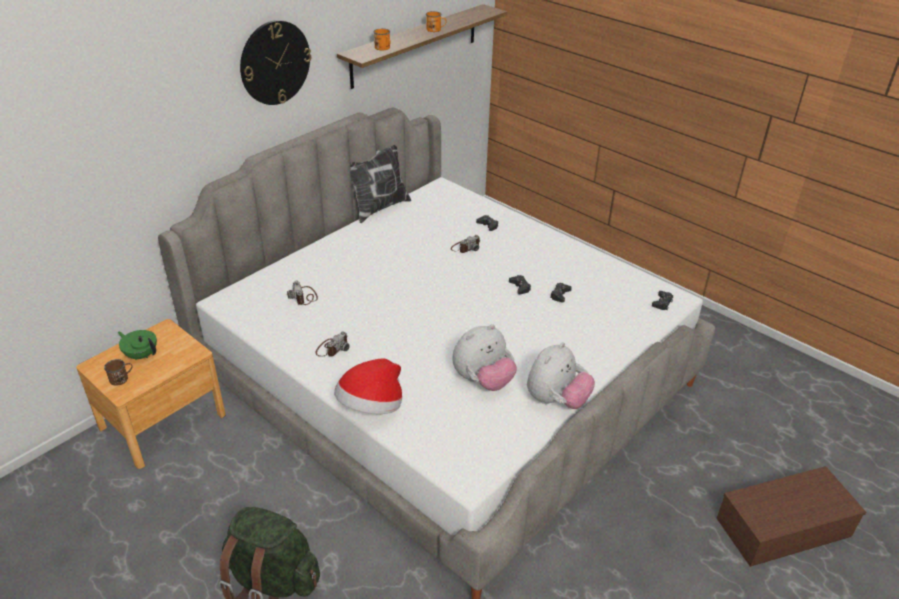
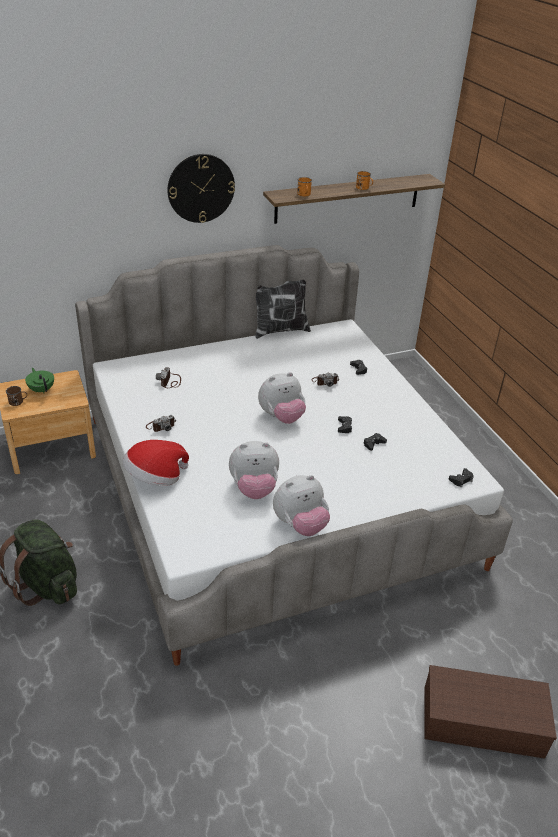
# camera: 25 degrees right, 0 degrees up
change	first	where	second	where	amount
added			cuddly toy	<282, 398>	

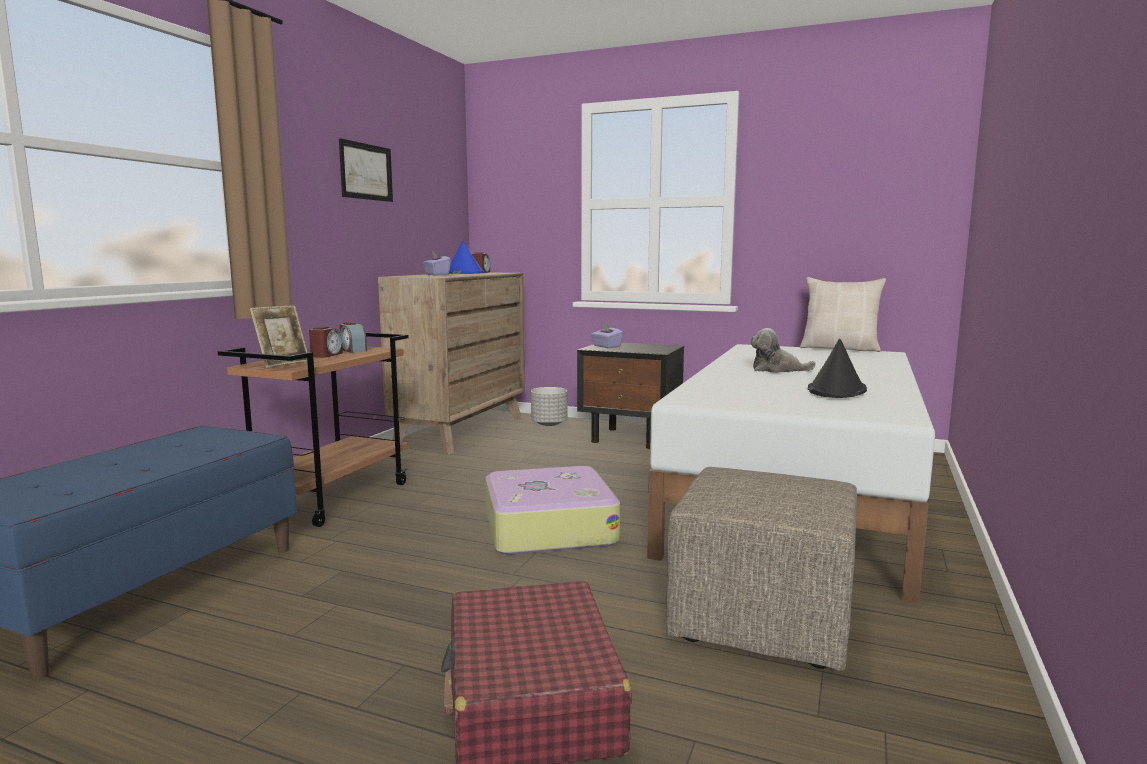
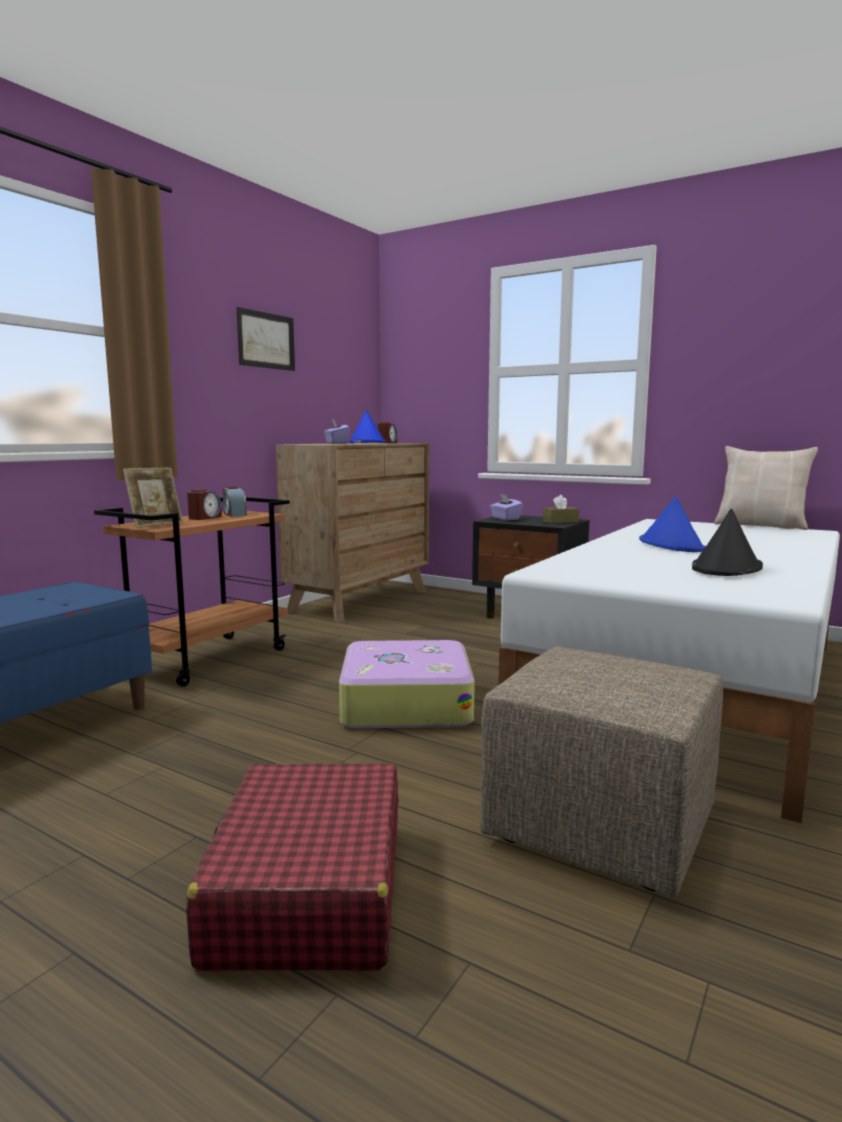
# camera: 10 degrees right, 0 degrees up
change	first	where	second	where	amount
removed	plant pot in grey	<549, 406>			
replaced	cuddly toy	<783, 350>	wearable hat in blue	<672, 524>	
added			tissue box in brown-coloured	<561, 509>	

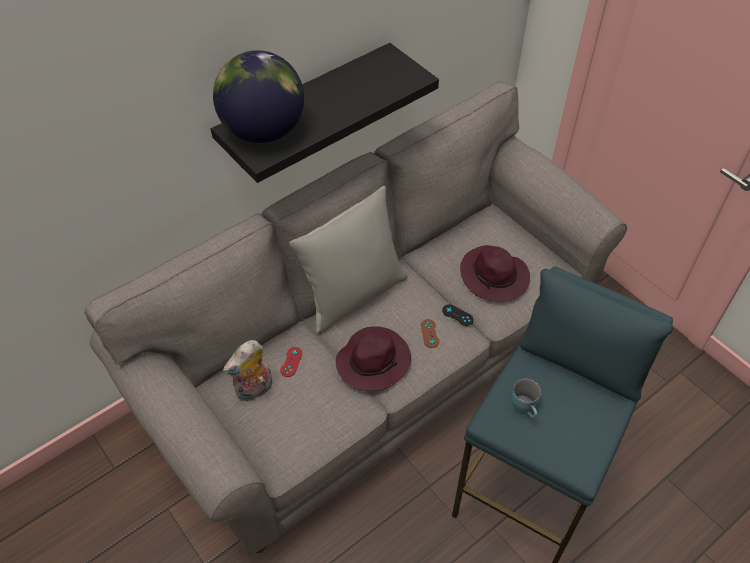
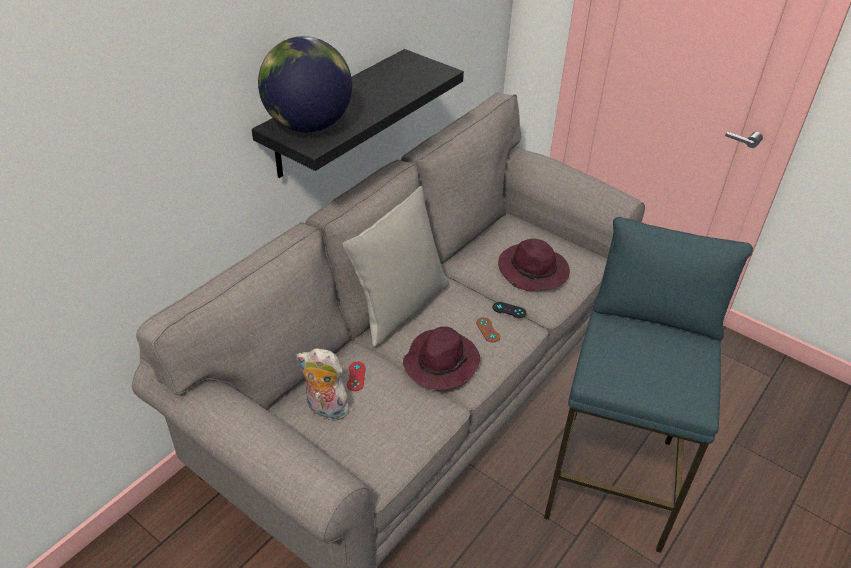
# camera: 15 degrees left, 10 degrees down
change	first	where	second	where	amount
turned	cuddly toy	<248, 370>		<324, 384>	75 degrees clockwise
removed	mug in blue	<526, 398>			

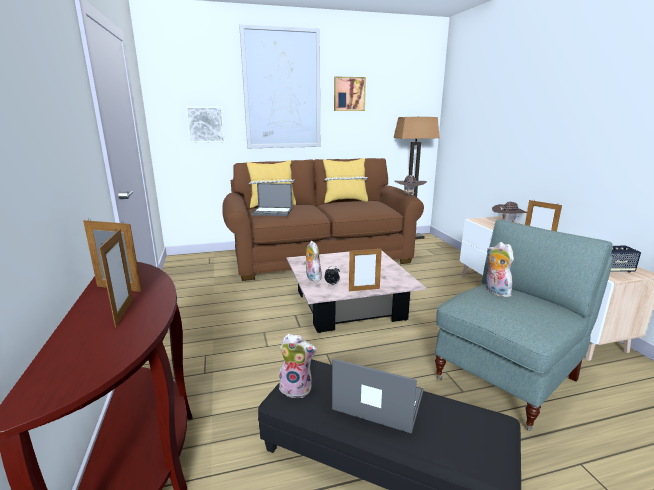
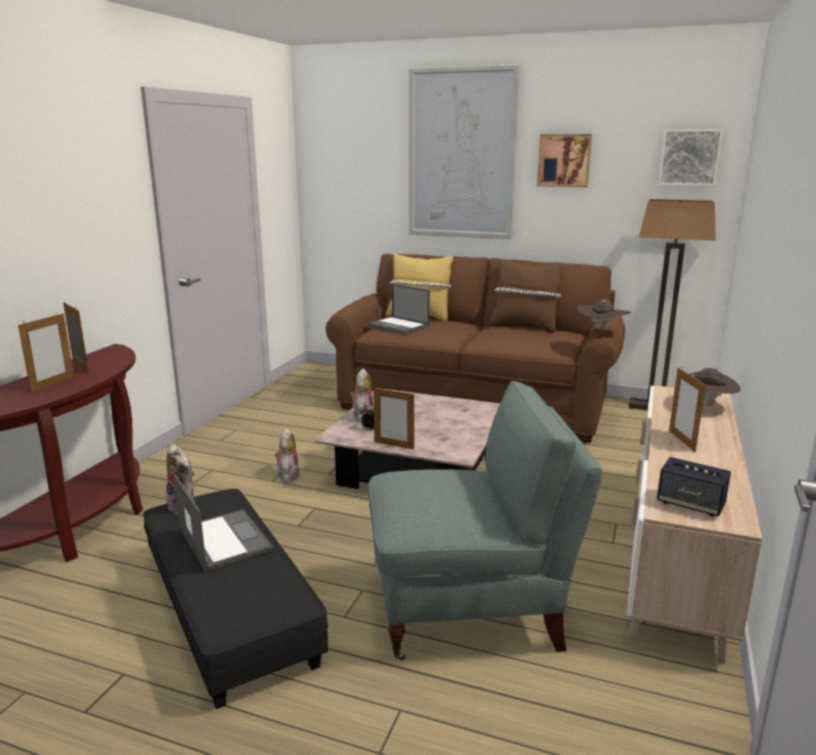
# camera: 35 degrees right, 0 degrees up
change	first	where	second	where	amount
moved	wall picture	<205, 125>		<690, 157>	
recoloured	throw pillow in yellow-coloured	<345, 180>	throw pillow in brown-coloured	<526, 296>	
moved	cuddly toy	<499, 269>		<287, 455>	

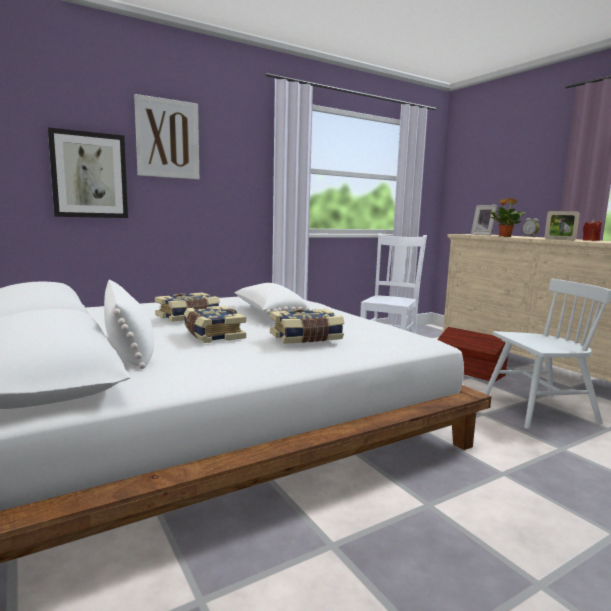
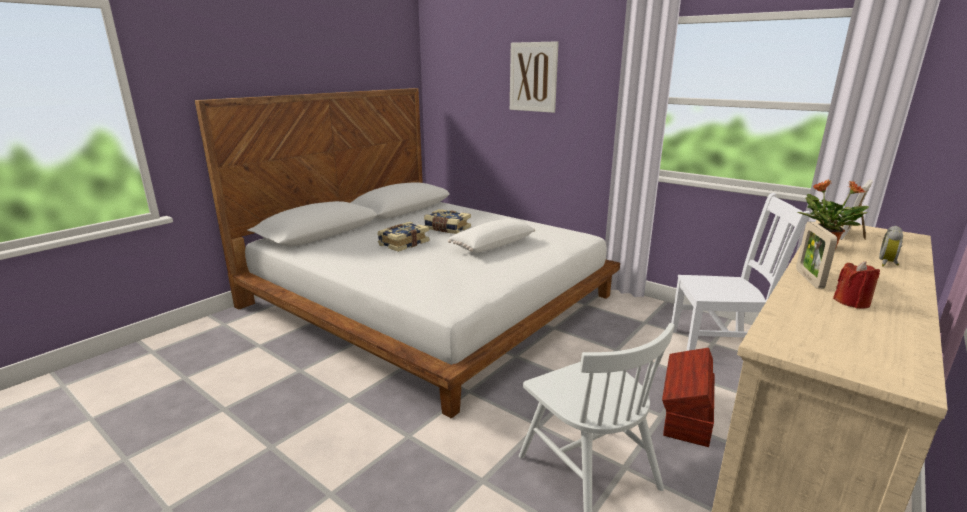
# camera: 70 degrees right, 10 degrees up
change	first	where	second	where	amount
removed	wall picture	<88, 172>			
removed	throw pillow in white-coloured	<129, 324>			
removed	book	<307, 326>			

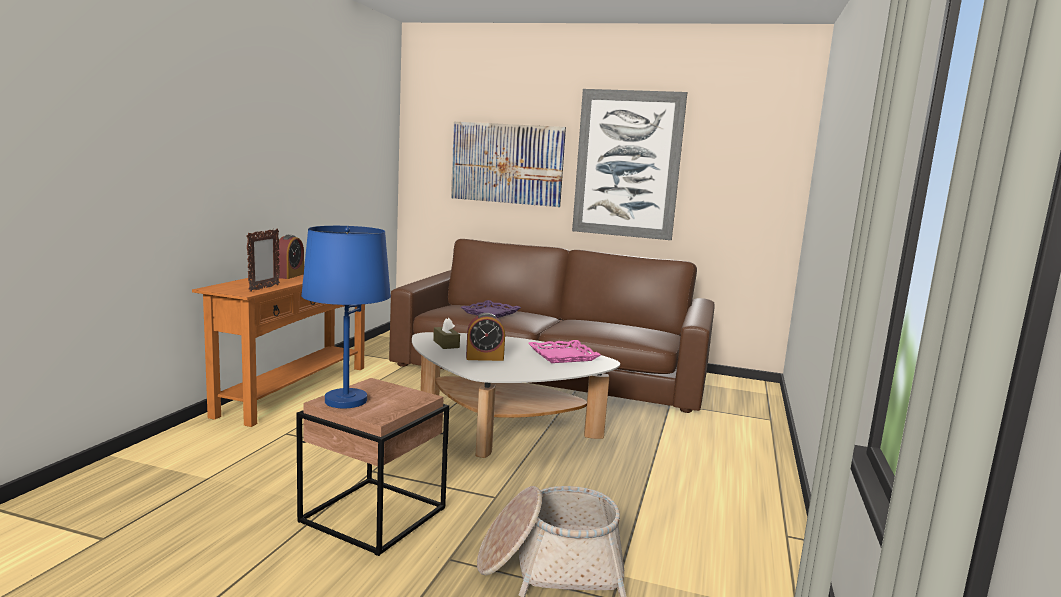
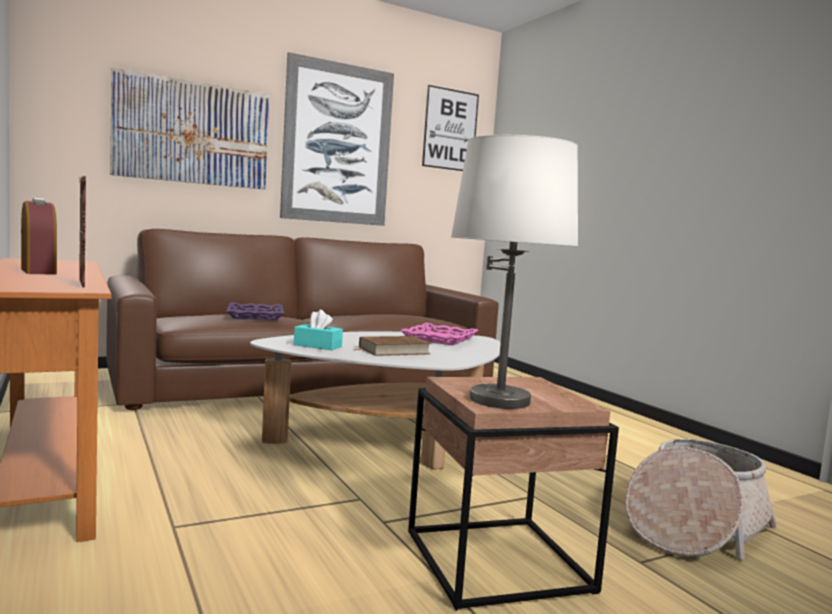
# camera: 45 degrees left, 5 degrees down
change	first	where	second	where	amount
recoloured	table lamp in blue	<346, 317>	table lamp in white-coloured	<514, 272>	
recoloured	tissue box in brown-coloured	<446, 333>	tissue box in blue-green	<318, 330>	
replaced	bedside clock	<485, 337>	book in brown-coloured	<391, 346>	
added			wall picture	<450, 128>	

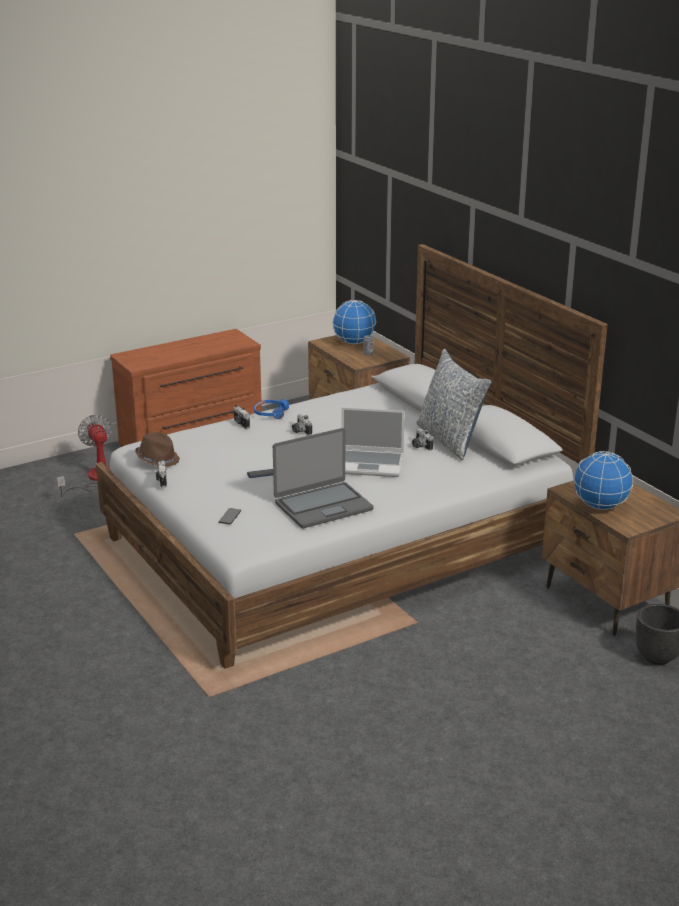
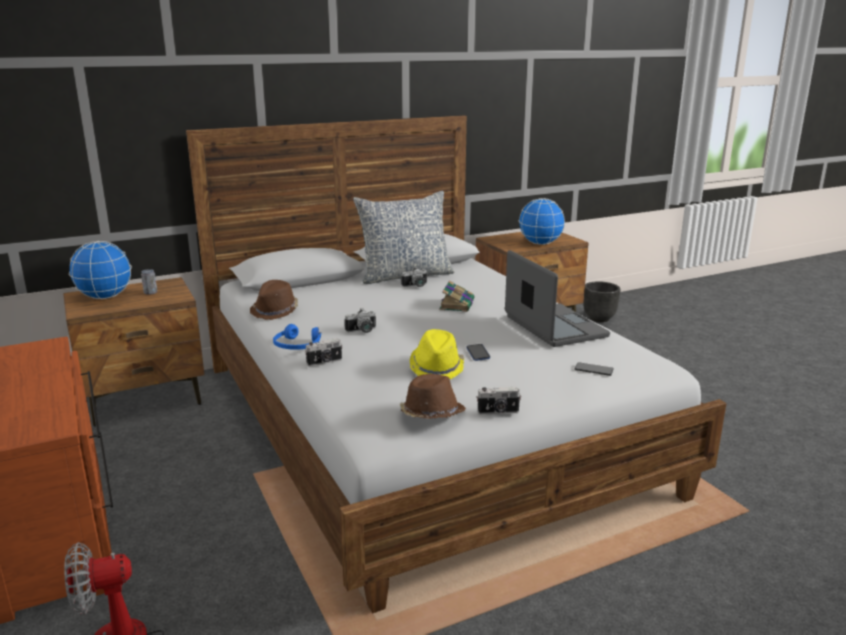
# camera: 85 degrees left, 5 degrees down
change	first	where	second	where	amount
replaced	notebook computer	<373, 442>	book	<456, 296>	
added			wearable hat in brown-coloured	<274, 300>	
added			wearable hat in yellow-coloured	<437, 354>	

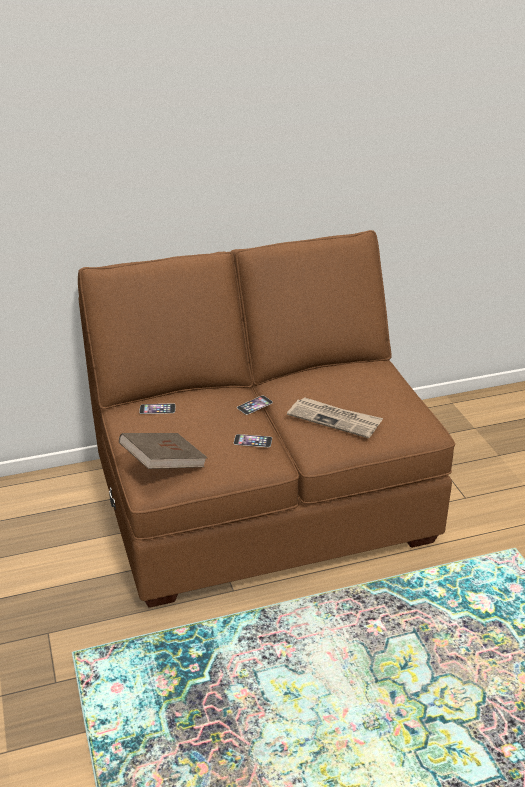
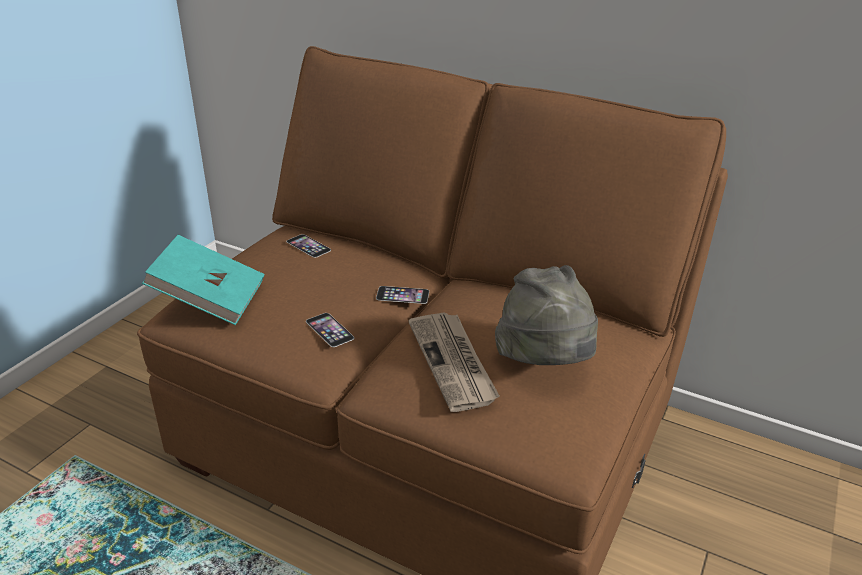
# camera: 45 degrees right, 0 degrees up
change	first	where	second	where	amount
recoloured	book in brown-coloured	<163, 451>	book in blue-green	<203, 280>	
added			wearable hat in grey	<546, 315>	

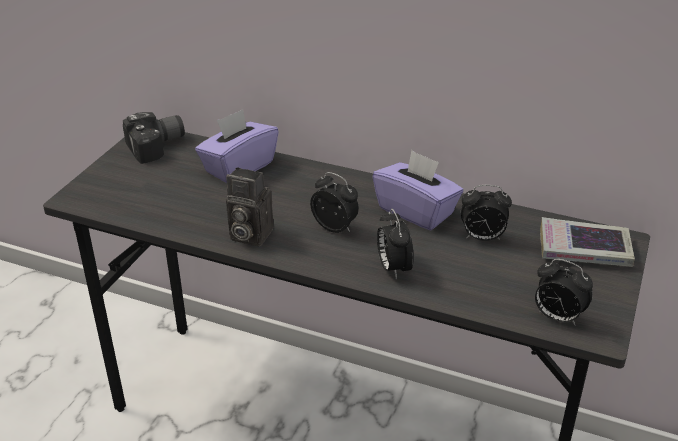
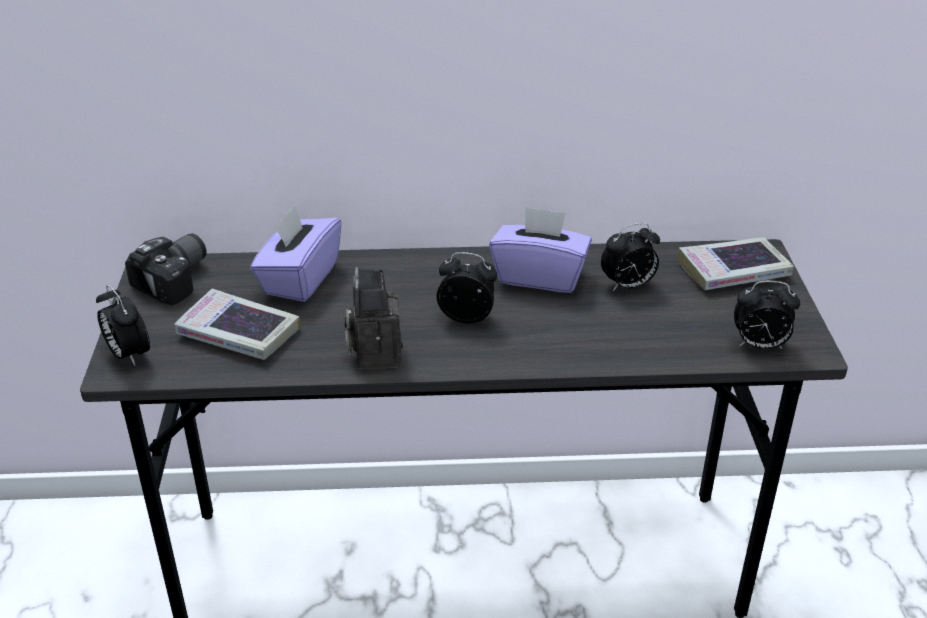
# camera: 25 degrees left, 0 degrees up
change	first	where	second	where	amount
turned	photo camera	<250, 206>		<373, 318>	90 degrees clockwise
moved	bedside clock	<395, 244>		<123, 325>	
added			book	<237, 324>	

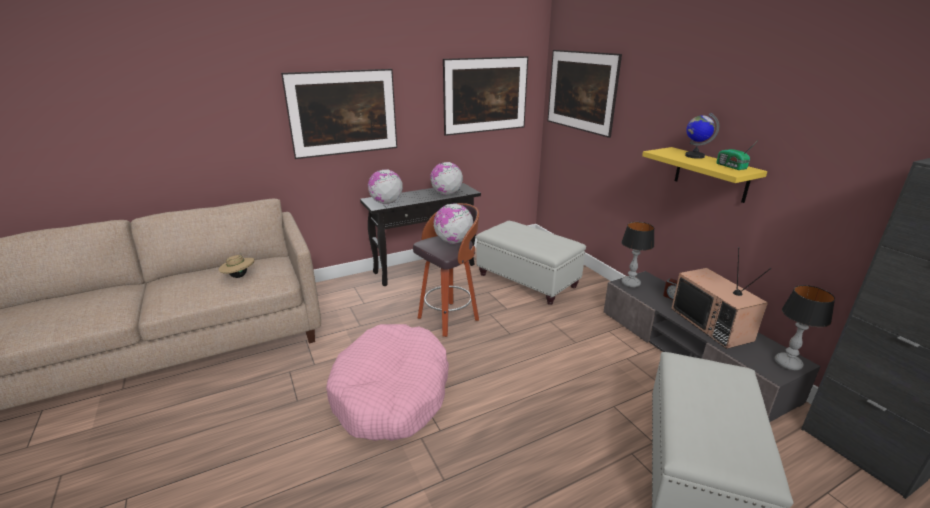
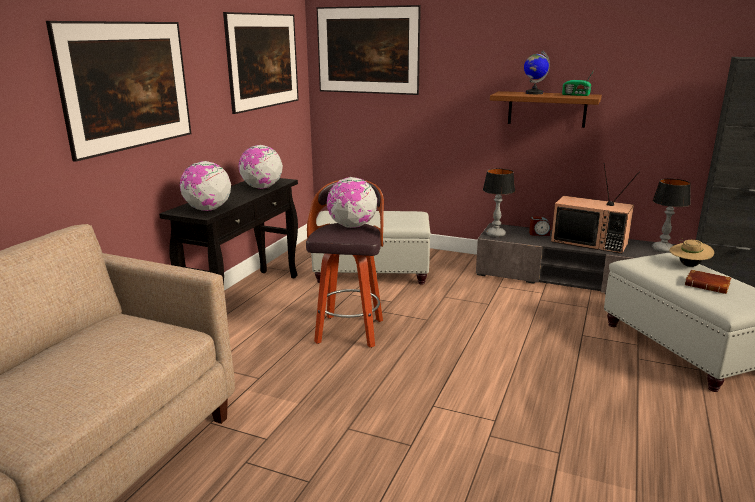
# camera: 40 degrees left, 5 degrees down
change	first	where	second	where	amount
moved	wearable hat in sand-coloured	<236, 265>		<691, 252>	
removed	dog cushion in pink-coloured	<387, 382>			
recoloured	bracket shelf in yellow-coloured	<704, 175>	bracket shelf in brown-coloured	<546, 109>	
added			book in brown-coloured	<708, 282>	

